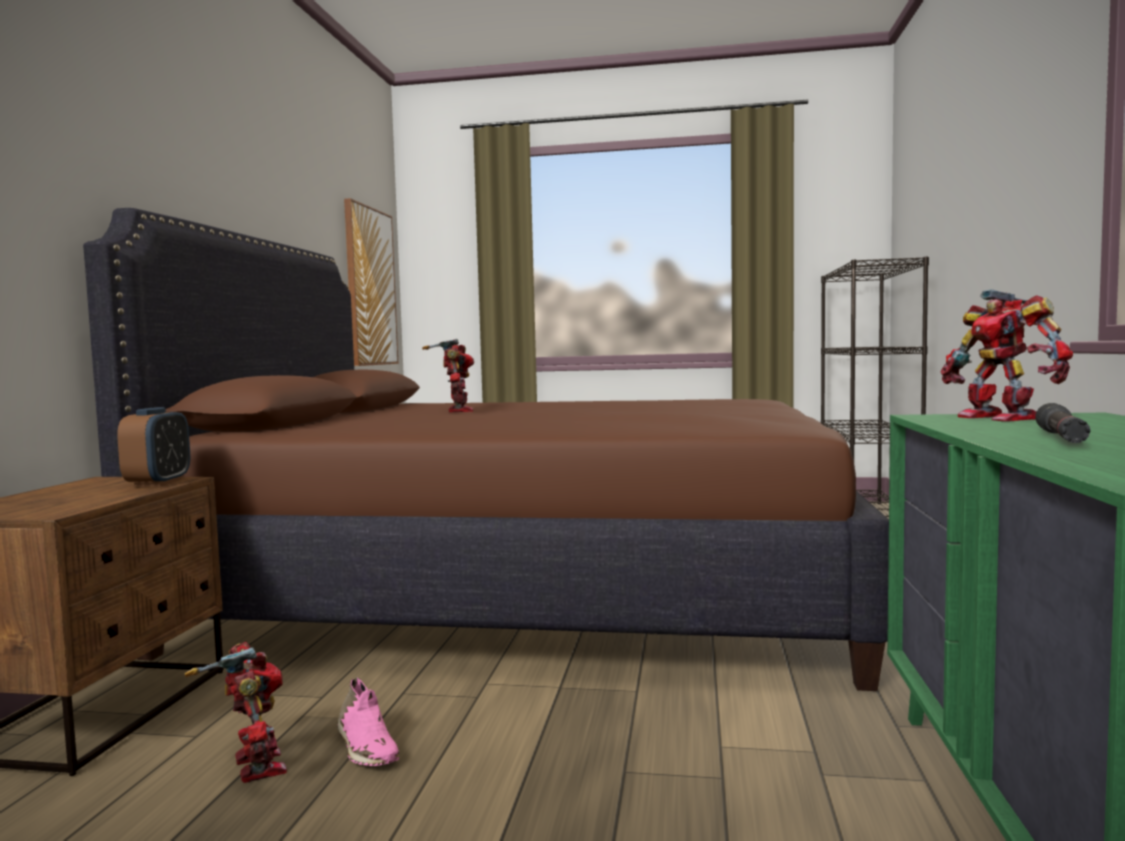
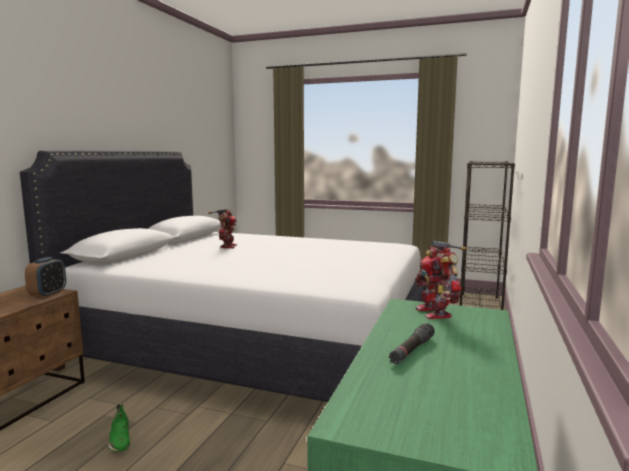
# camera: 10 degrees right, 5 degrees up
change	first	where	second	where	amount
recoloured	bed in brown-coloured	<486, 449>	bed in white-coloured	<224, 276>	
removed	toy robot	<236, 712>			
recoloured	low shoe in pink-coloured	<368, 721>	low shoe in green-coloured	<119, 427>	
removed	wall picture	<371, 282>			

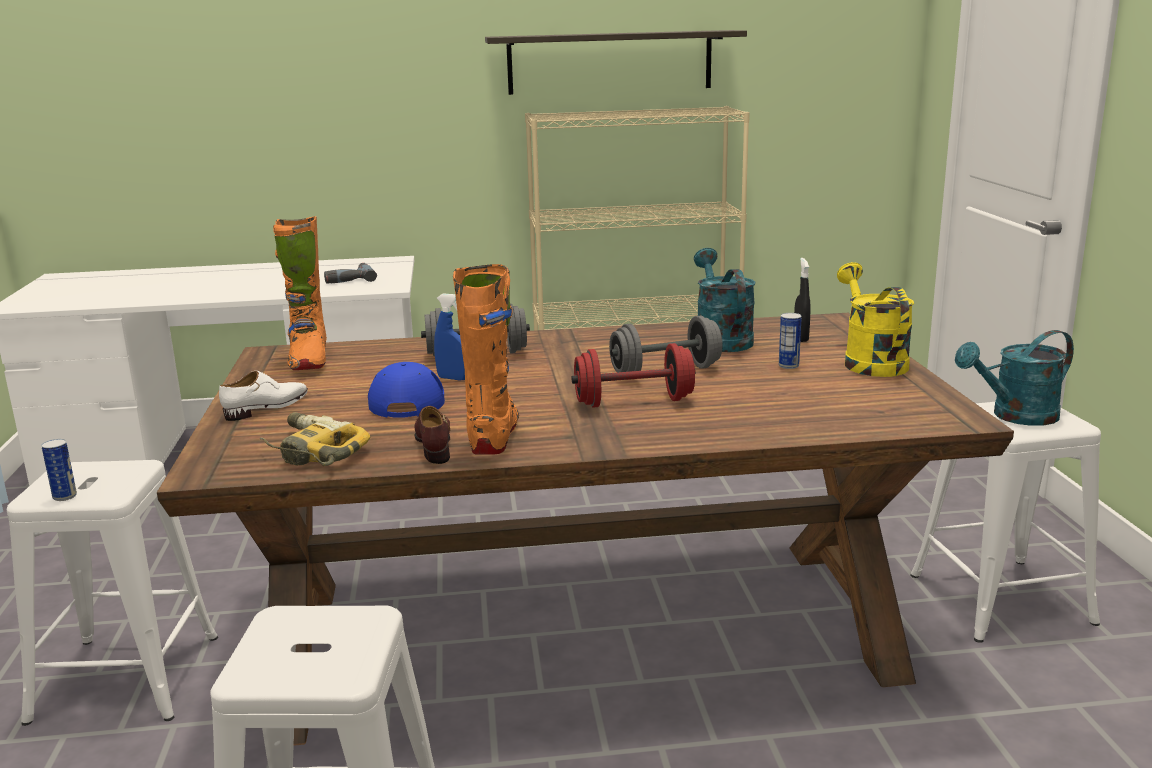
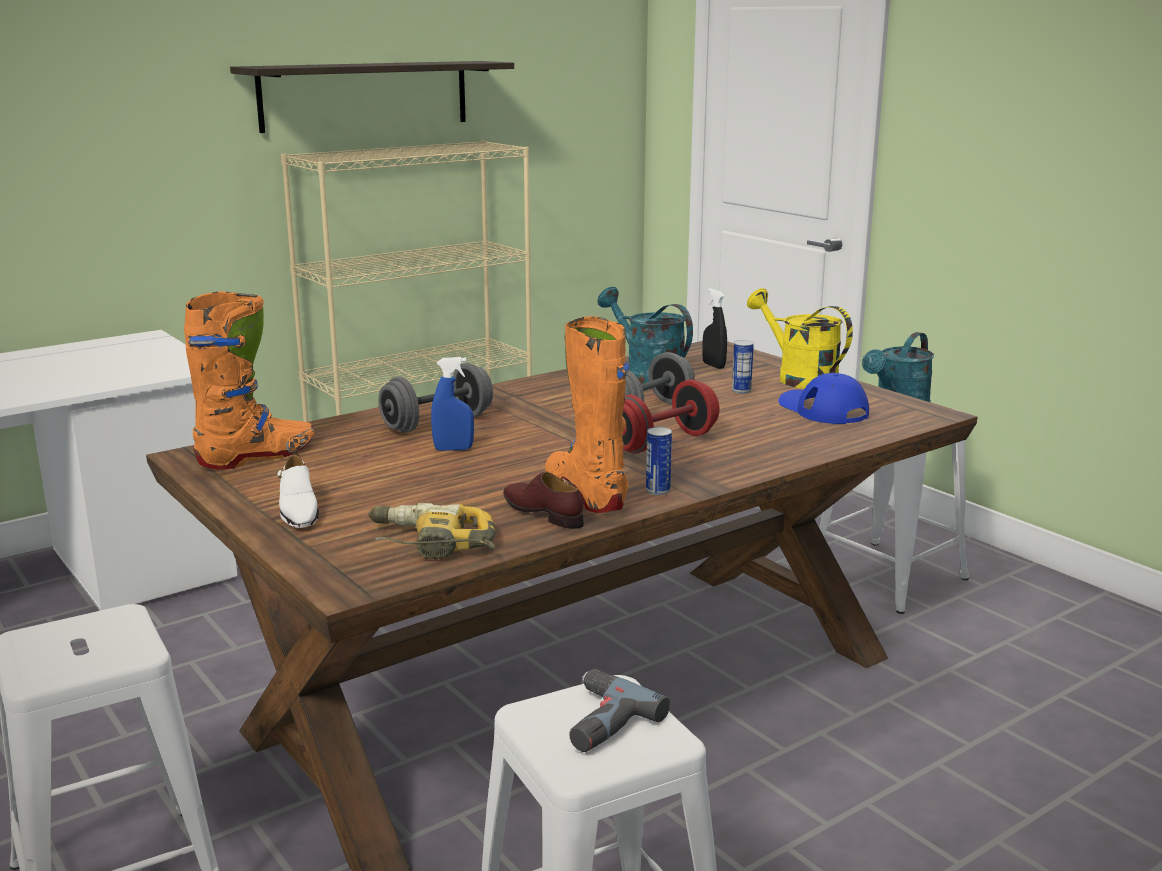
# camera: 30 degrees left, 0 degrees up
change	first	where	second	where	amount
moved	sealed can	<59, 470>		<659, 461>	
turned	low shoe in white-coloured	<263, 396>		<298, 491>	150 degrees clockwise
turned	high-top boot in orangey	<300, 293>		<249, 381>	90 degrees counterclockwise
moved	electric drill	<350, 273>		<619, 710>	
moved	cap in blue	<406, 390>		<823, 398>	

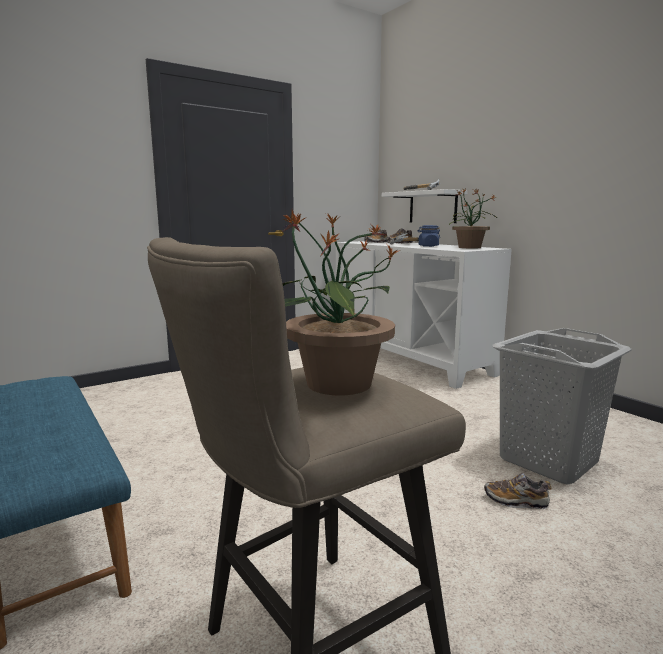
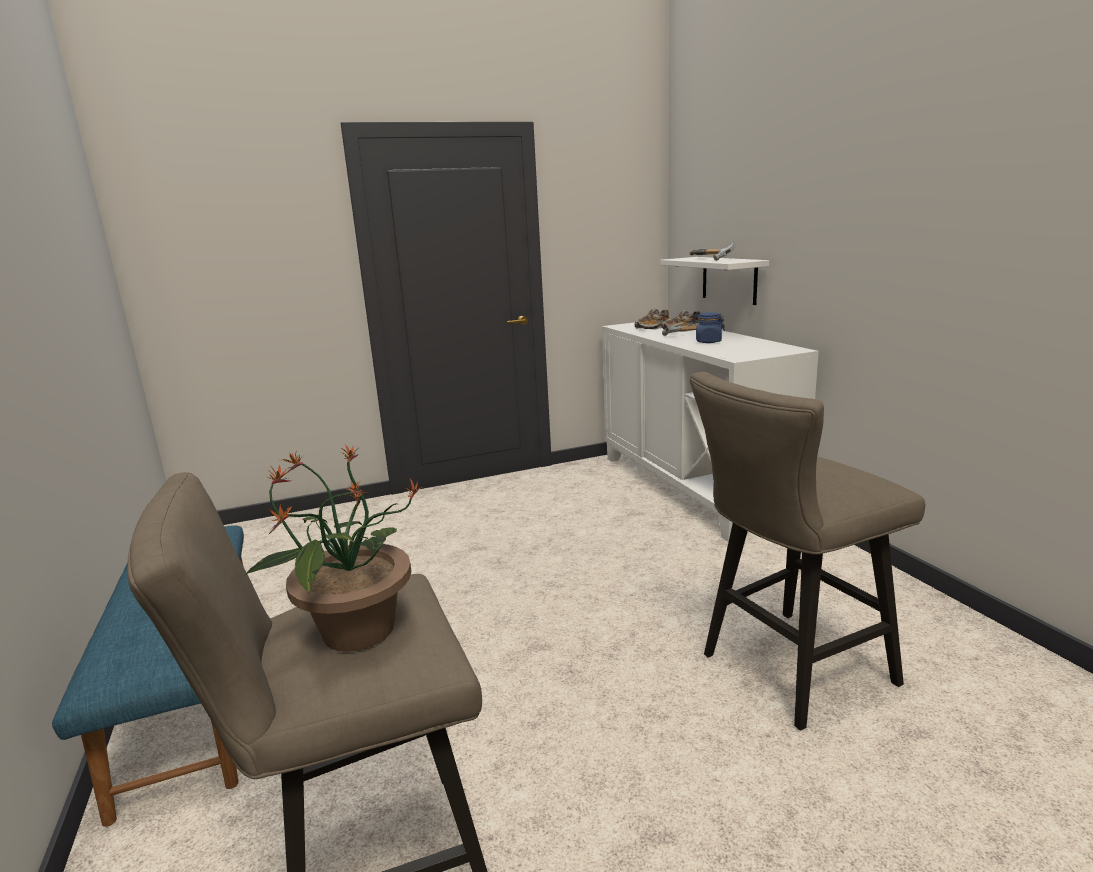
# camera: 15 degrees right, 5 degrees up
change	first	where	second	where	amount
removed	plant in a pot	<473, 218>			
removed	low shoe	<518, 491>			
replaced	laundry basket in grey	<562, 406>	sitting stool in sand-coloured	<807, 551>	

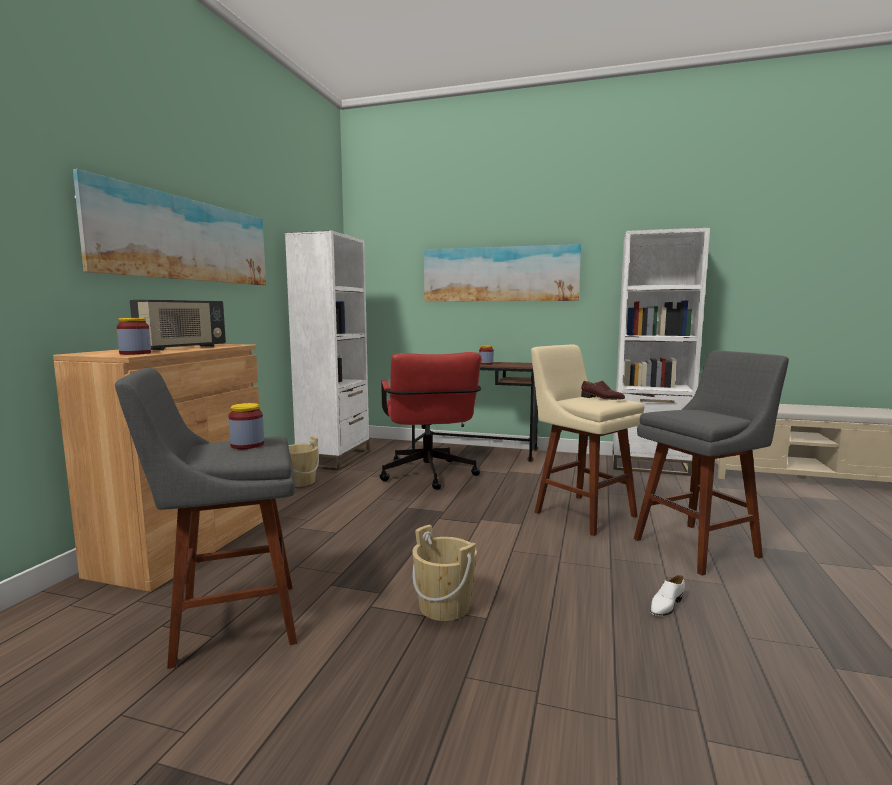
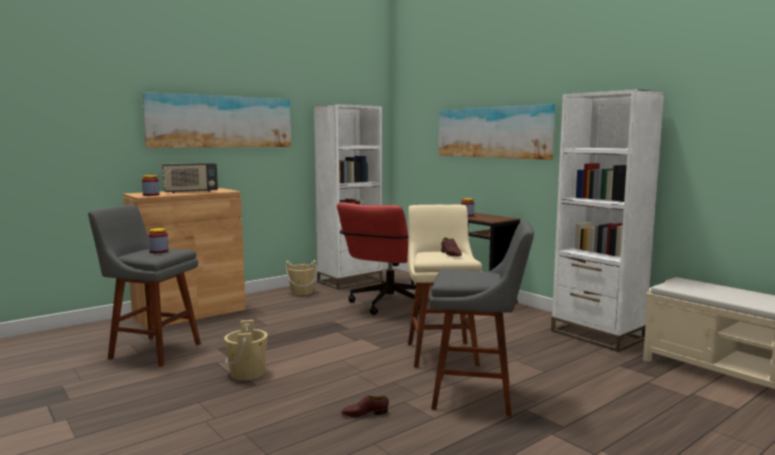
# camera: 35 degrees right, 0 degrees up
change	first	where	second	where	amount
recoloured	low shoe in white-coloured	<668, 595>	low shoe in brown-coloured	<365, 406>	

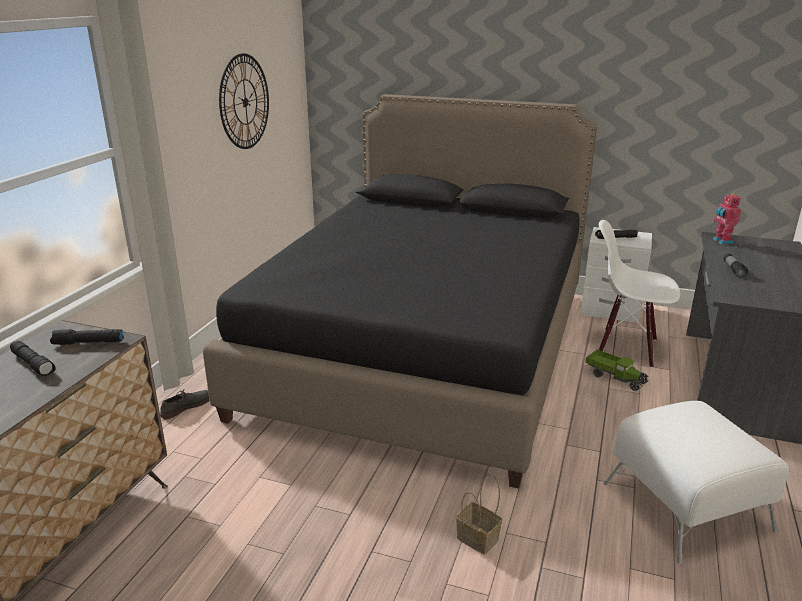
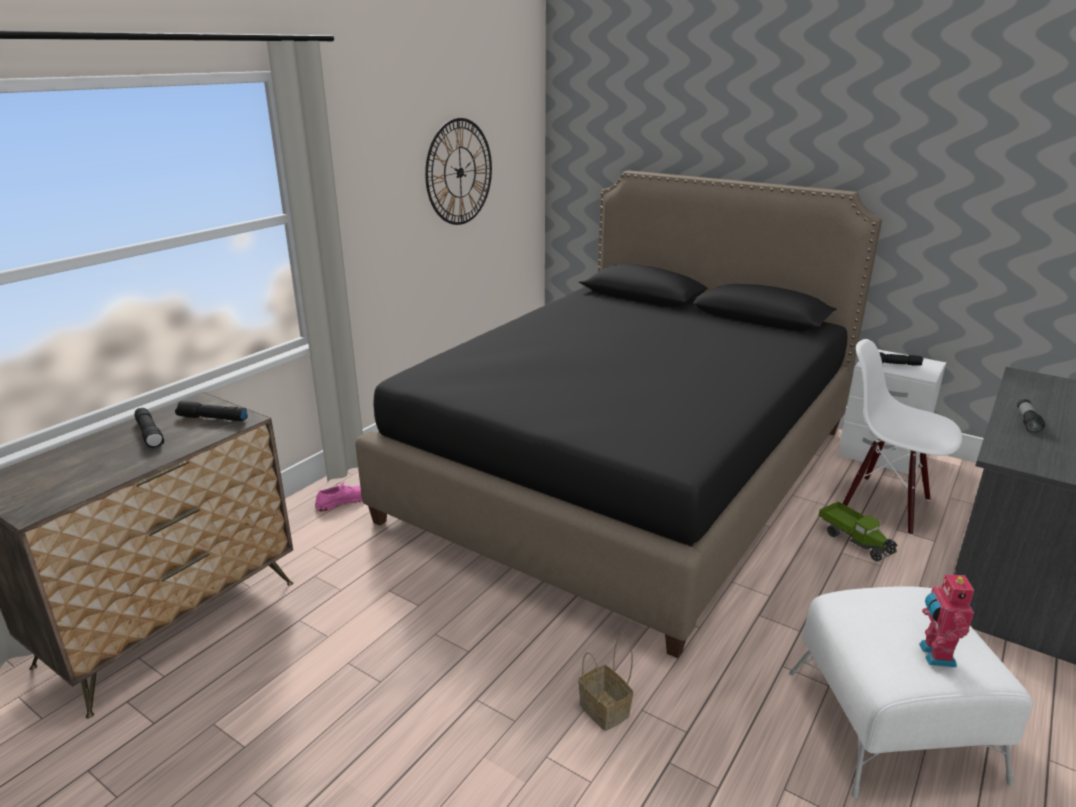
# camera: 15 degrees right, 0 degrees up
change	first	where	second	where	amount
recoloured	low shoe in grey	<185, 404>	low shoe in pink-coloured	<338, 496>	
moved	toy robot	<727, 218>		<946, 619>	

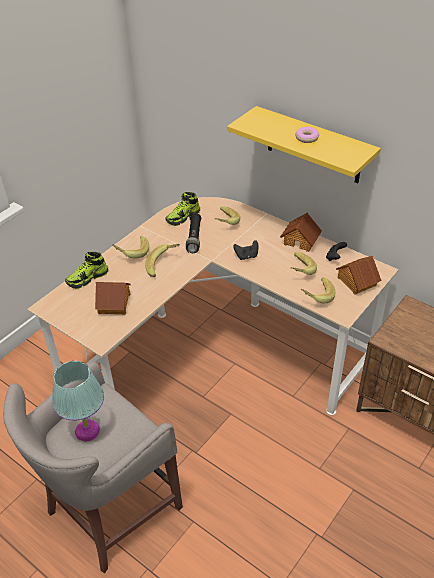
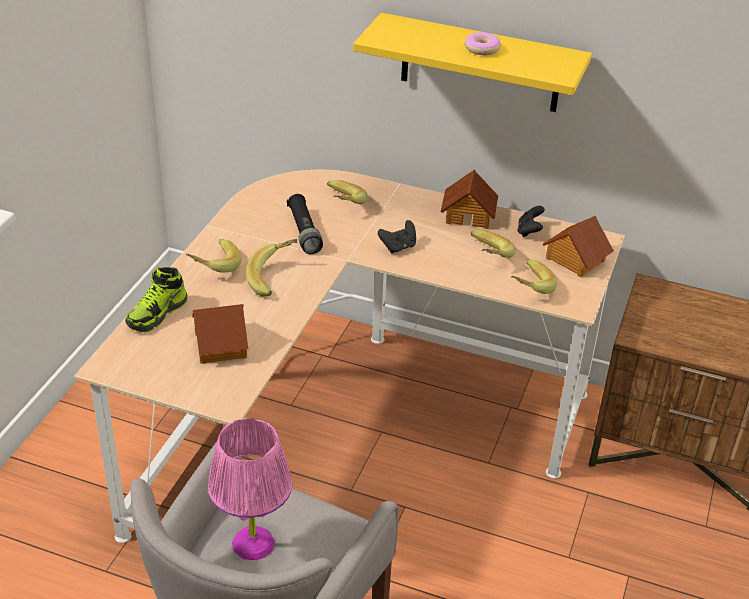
# camera: 20 degrees left, 5 degrees down
change	first	where	second	where	amount
recoloured	table lamp in blue-green	<78, 401>	table lamp in pink-coloured	<250, 489>	
removed	low shoe	<182, 209>			

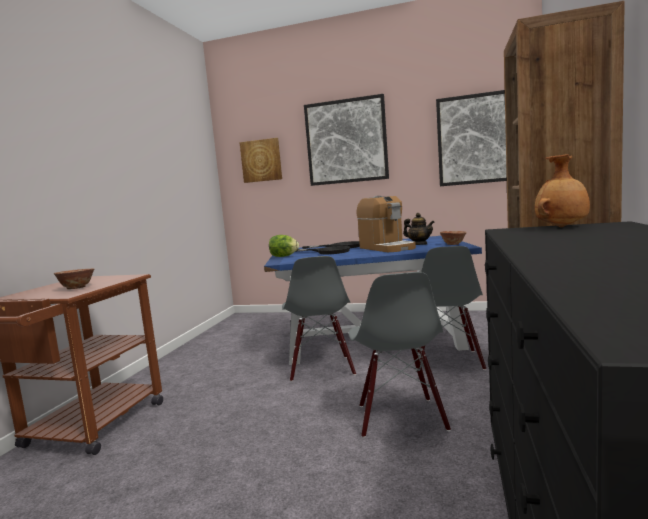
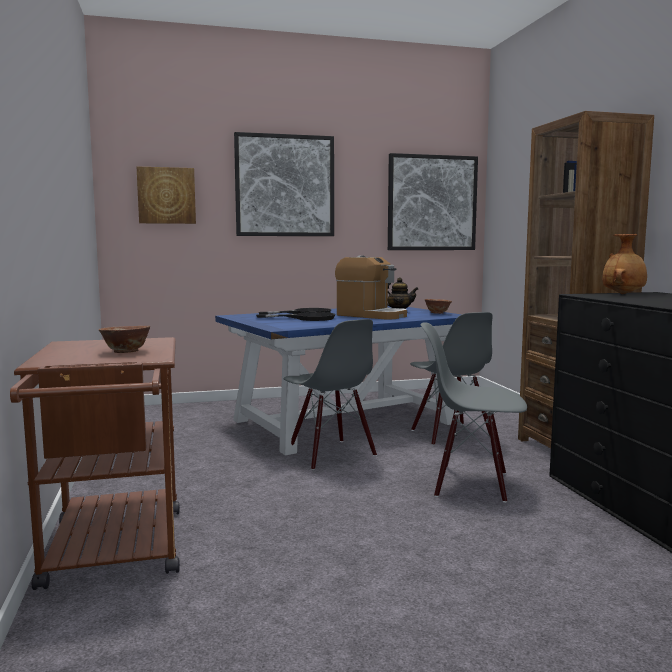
# camera: 30 degrees left, 0 degrees up
change	first	where	second	where	amount
removed	lettuce	<284, 246>			
turned	plain chair in grey	<400, 355>		<473, 412>	135 degrees clockwise

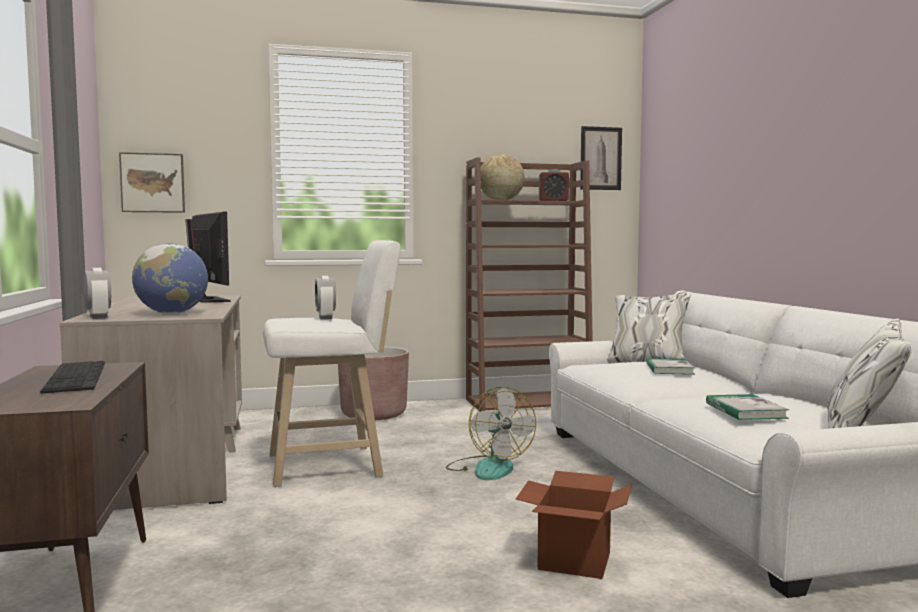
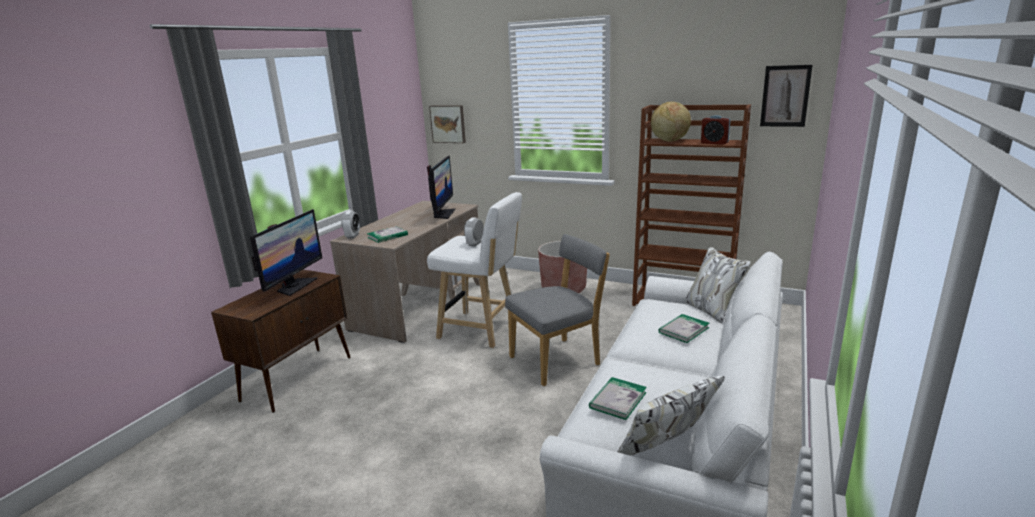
# camera: 40 degrees right, 15 degrees up
change	first	where	second	where	amount
replaced	PC keyboard	<72, 377>	monitor	<286, 252>	
replaced	globe	<170, 278>	book	<387, 234>	
replaced	electric fan	<491, 433>	plain chair in grey	<557, 310>	
removed	packing box	<574, 525>			

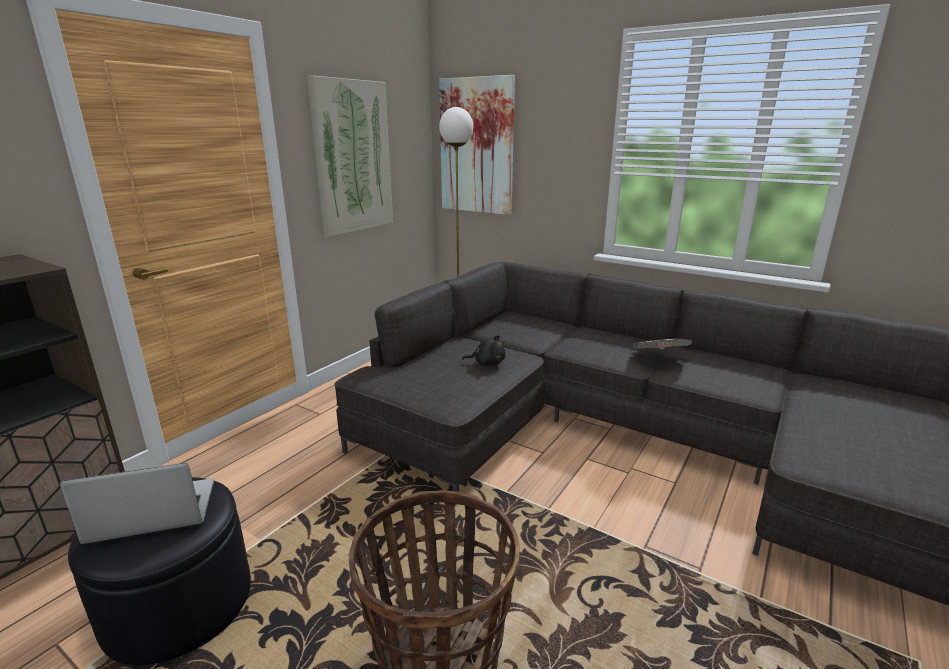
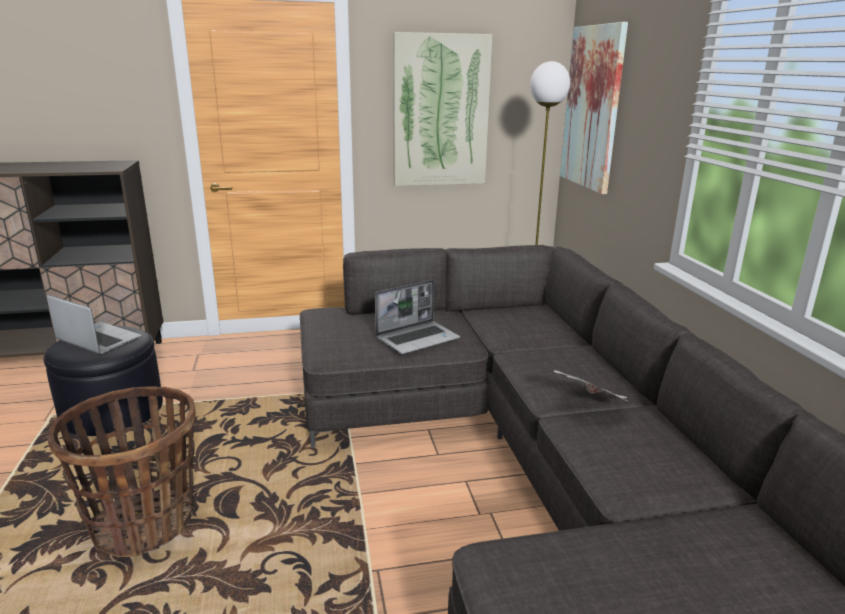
# camera: 45 degrees right, 0 degrees up
change	first	where	second	where	amount
replaced	cuddly toy in black	<484, 350>	notebook computer	<417, 317>	

